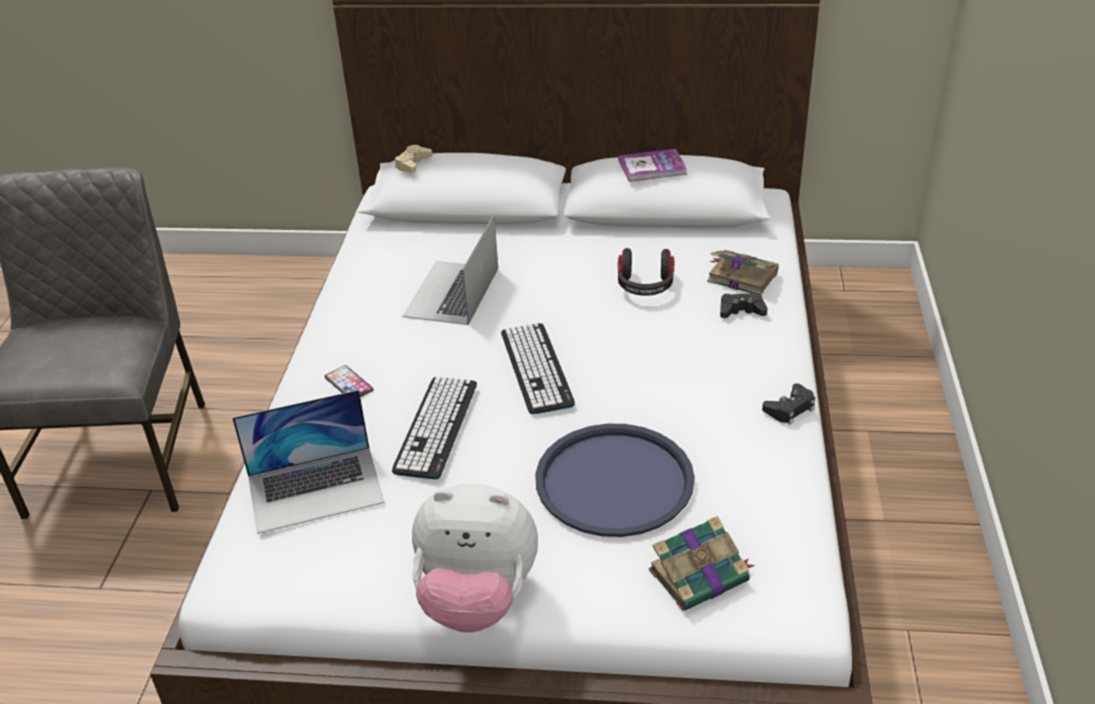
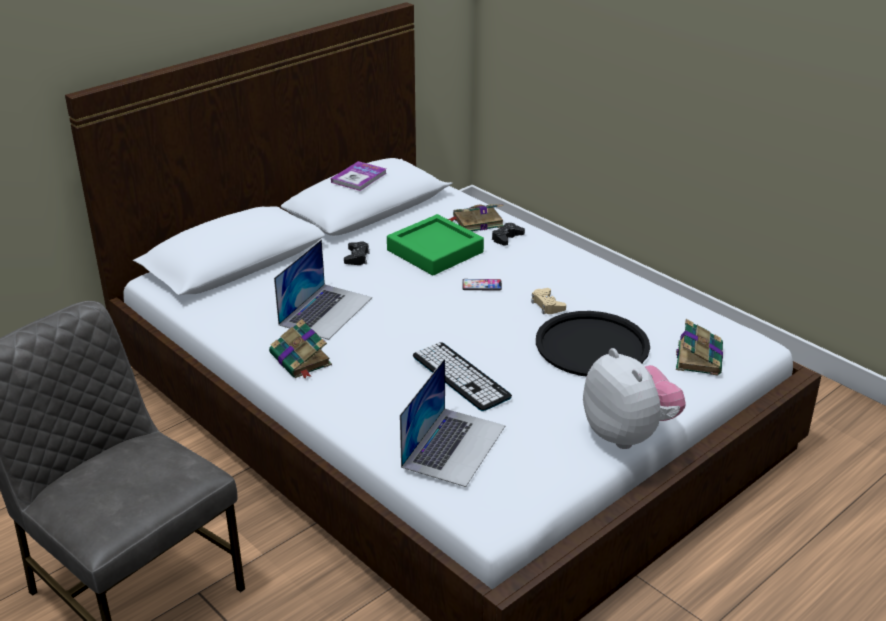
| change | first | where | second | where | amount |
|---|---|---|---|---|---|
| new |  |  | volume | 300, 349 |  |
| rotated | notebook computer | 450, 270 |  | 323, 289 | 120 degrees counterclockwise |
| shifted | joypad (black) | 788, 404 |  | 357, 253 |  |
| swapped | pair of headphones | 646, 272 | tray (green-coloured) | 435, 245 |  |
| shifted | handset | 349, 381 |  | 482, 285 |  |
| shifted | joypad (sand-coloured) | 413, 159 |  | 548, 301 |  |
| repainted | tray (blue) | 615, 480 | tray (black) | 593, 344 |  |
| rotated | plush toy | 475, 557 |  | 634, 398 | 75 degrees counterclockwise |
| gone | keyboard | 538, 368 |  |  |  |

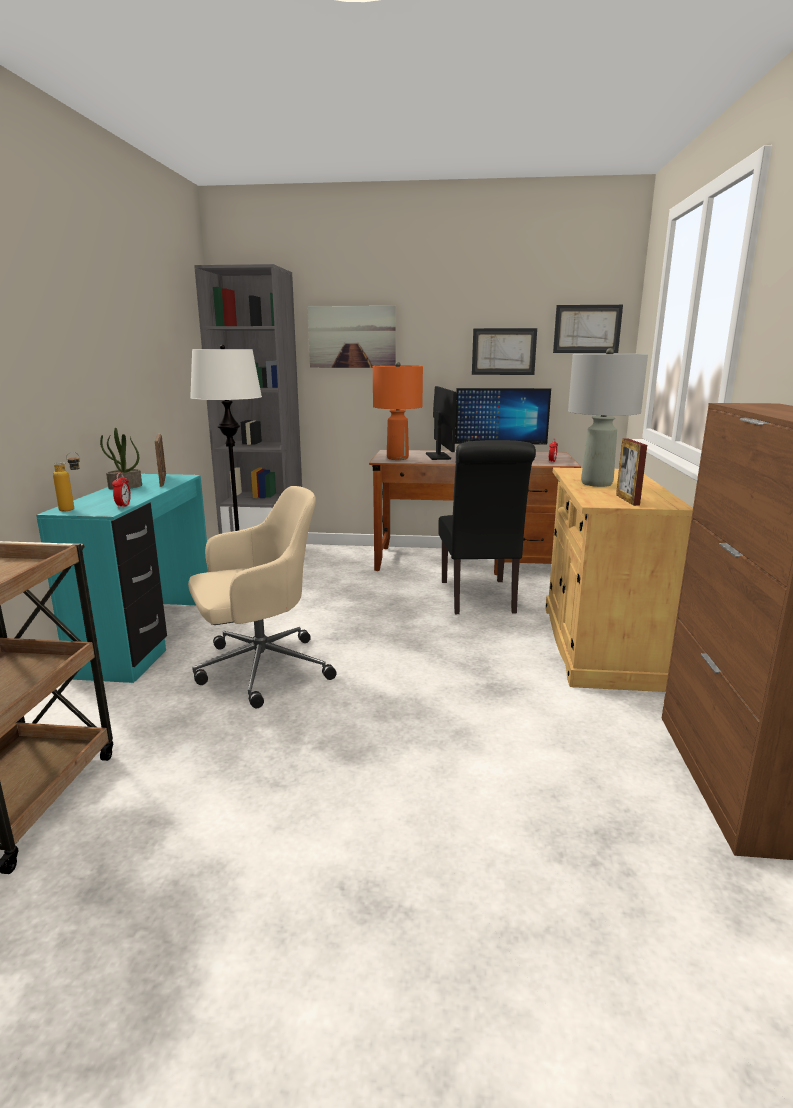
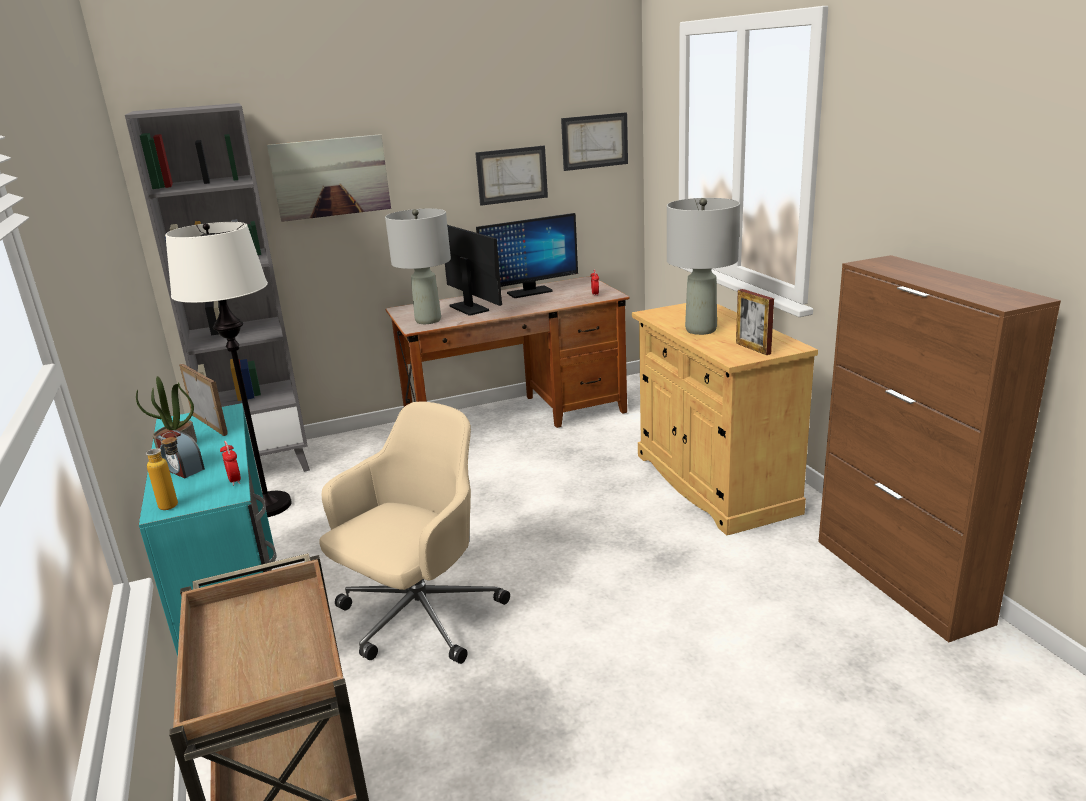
| change | first | where | second | where | amount |
|---|---|---|---|---|---|
| new |  |  | alarm clock | 180, 454 |  |
| repainted | tabletop lamp (orangey) | 398, 411 | tabletop lamp (grey) | 418, 266 |  |
| gone | plain chair (black) | 487, 527 |  |  |  |

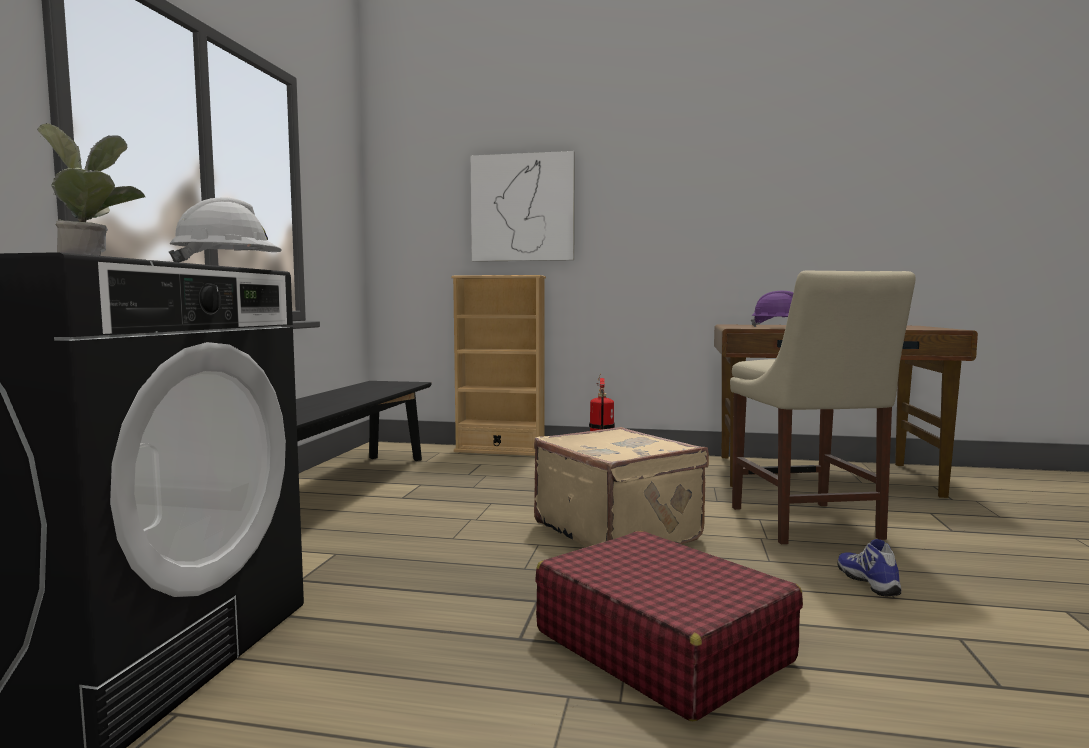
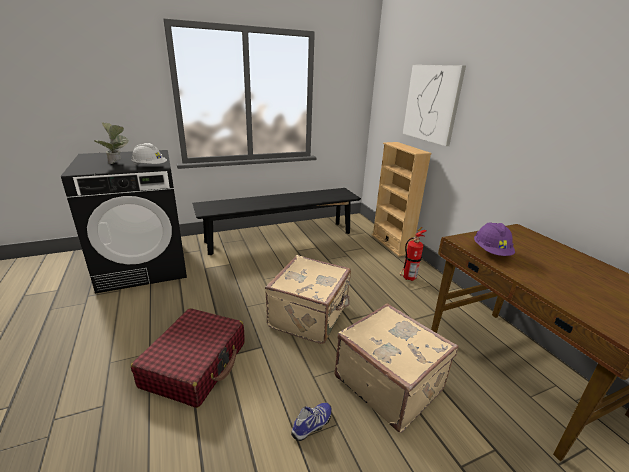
| change | first | where | second | where | amount |
|---|---|---|---|---|---|
| swapped | plain chair (sand-coloured) | 823, 407 | travel case (sand-coloured) | 396, 368 |  |

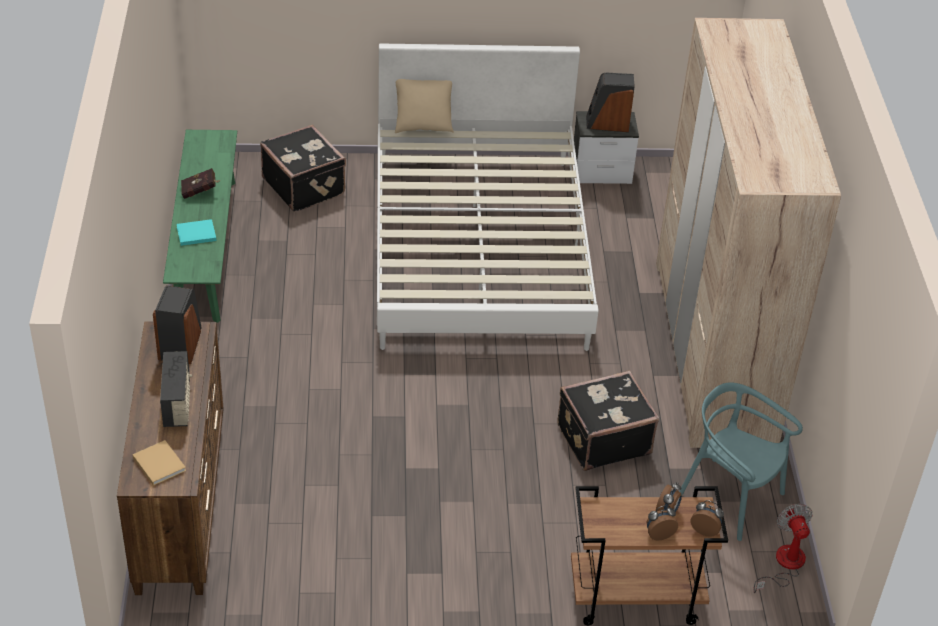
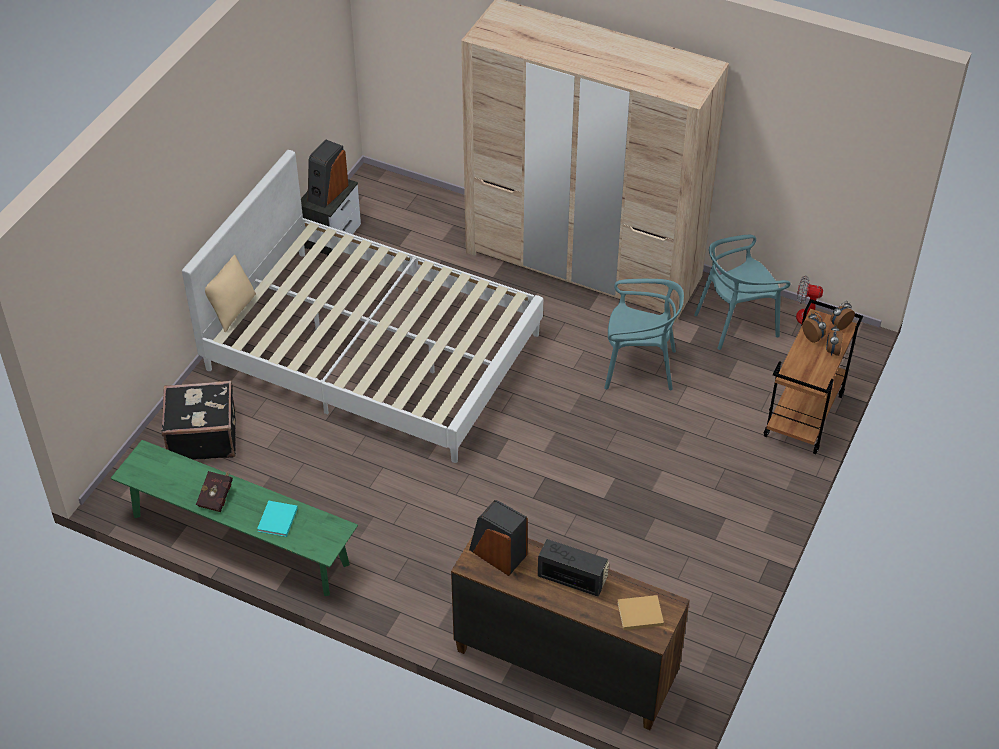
| change | first | where | second | where | amount |
|---|---|---|---|---|---|
| swapped | travel case (black) | 608, 420 | plain chair (turquoise-coloured) | 644, 334 |  |

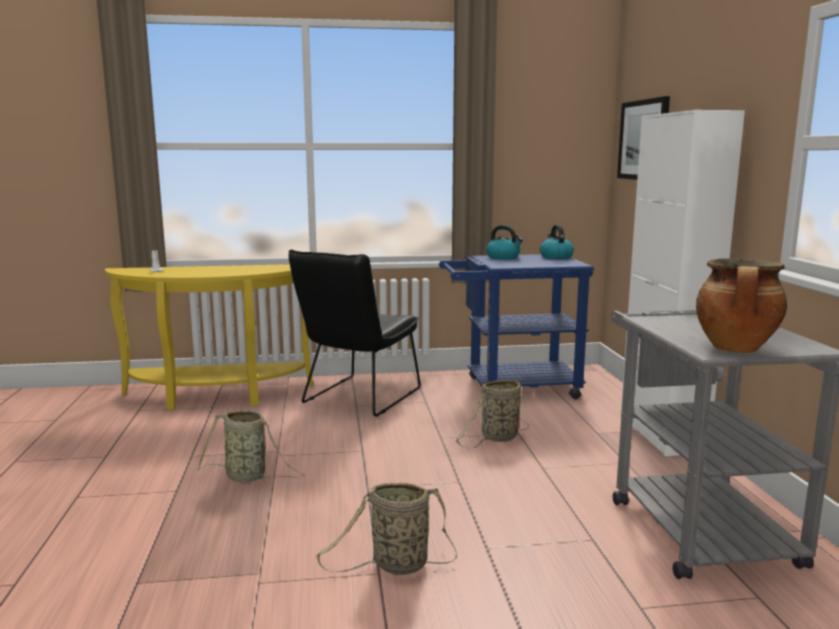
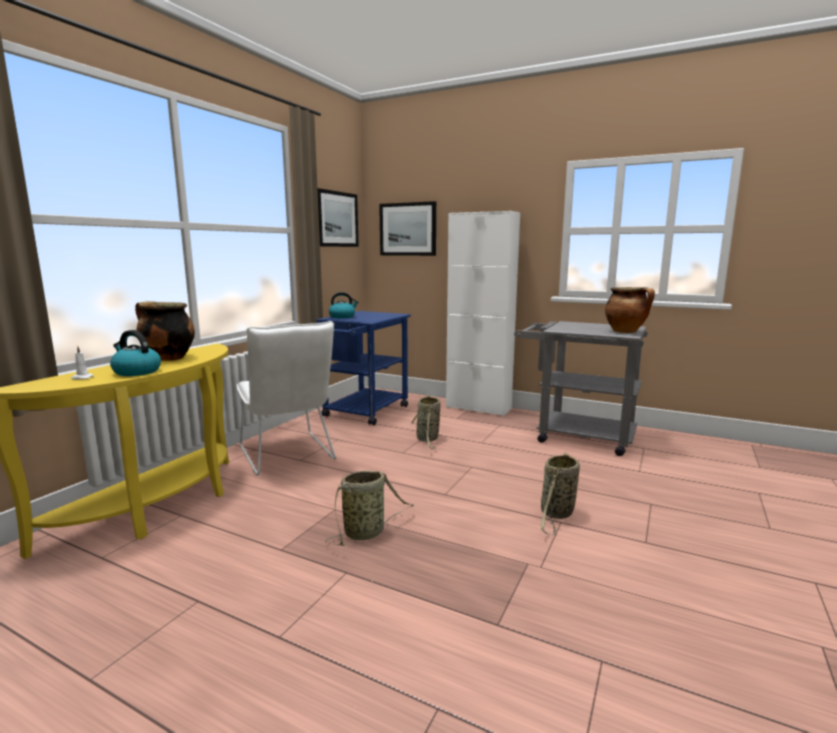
| change | first | where | second | where | amount |
|---|---|---|---|---|---|
| shifted | water kettle | 557, 242 |  | 135, 353 |  |
| new |  |  | stockpot | 165, 331 |  |
| repainted | plain chair (black) | 355, 333 | plain chair (whitish) | 286, 398 |  |
| new |  |  | picture | 338, 217 |  |

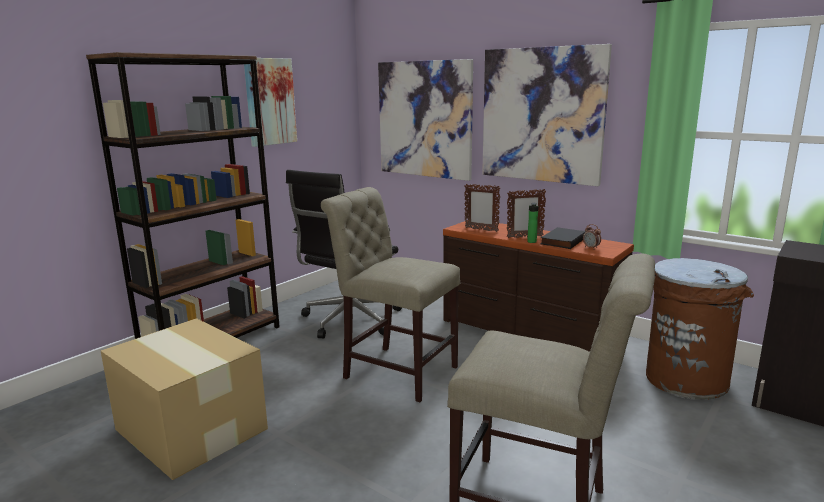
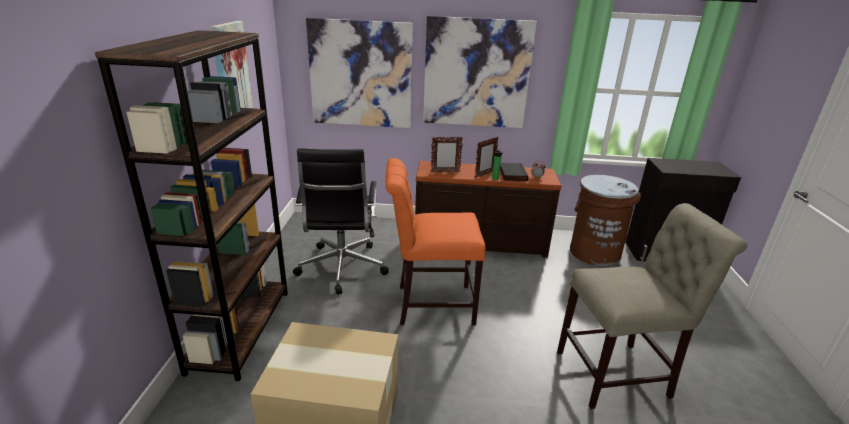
| change | first | where | second | where | amount |
|---|---|---|---|---|---|
| repainted | plain chair (sand-coloured) | 390, 294 | plain chair (orangey) | 436, 241 |  |

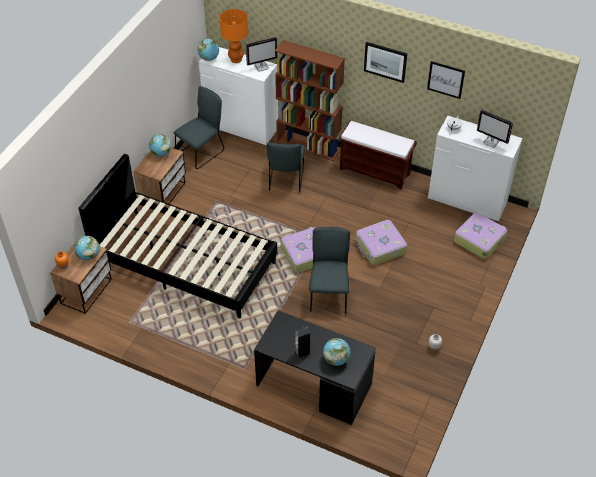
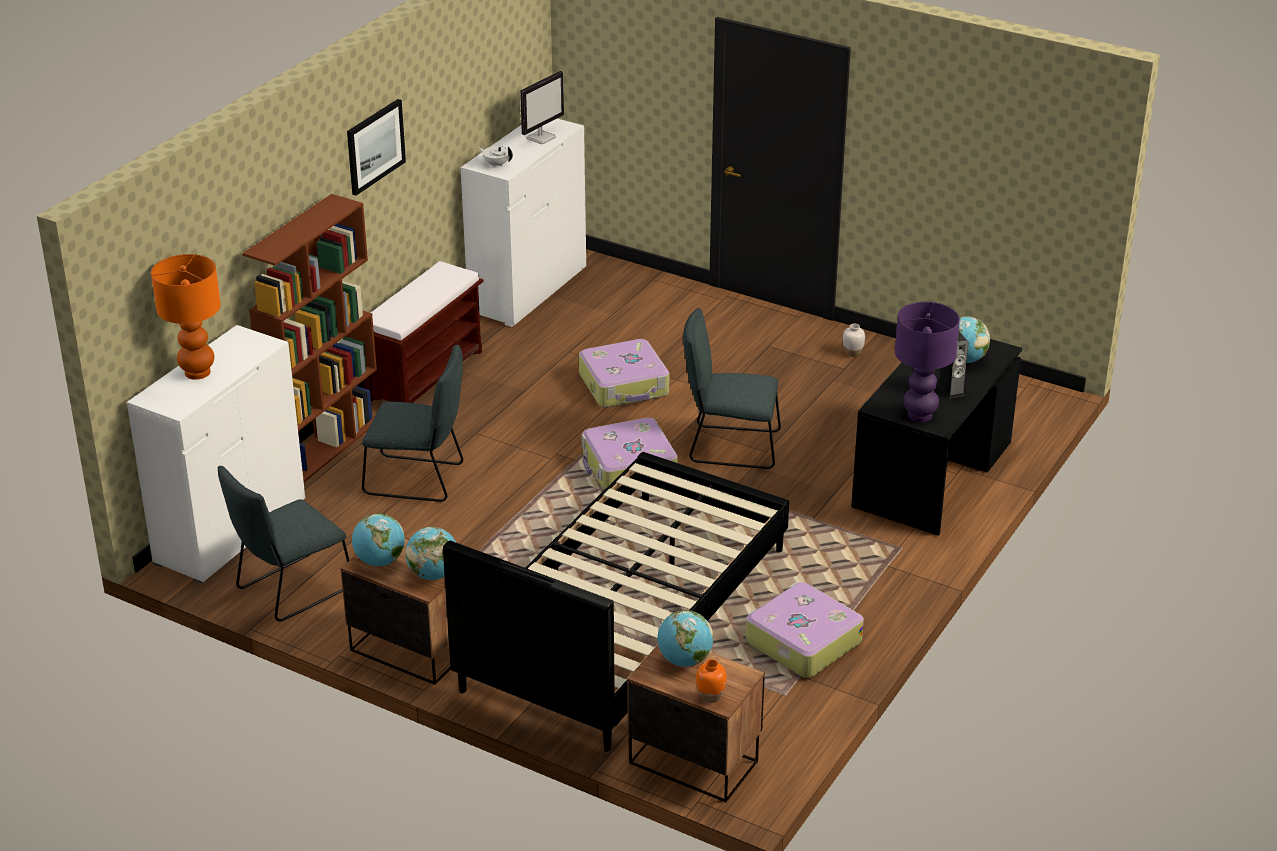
| change | first | where | second | where | amount |
|---|---|---|---|---|---|
| rotated | plain chair (grey) | 199, 127 |  | 283, 544 | 90 degrees counterclockwise |
| shifted | globe | 208, 50 |  | 430, 553 |  |
| shifted | travel case | 480, 235 |  | 805, 630 |  |
| new |  |  | tabletop lamp (purple-coloured) | 927, 362 |  |
| gone | computer display | 261, 54 |  |  |  |
| gone | picture | 446, 80 |  |  |  |

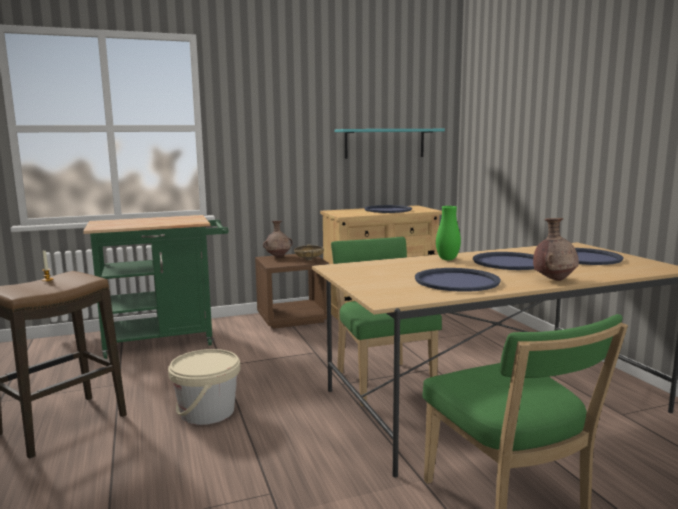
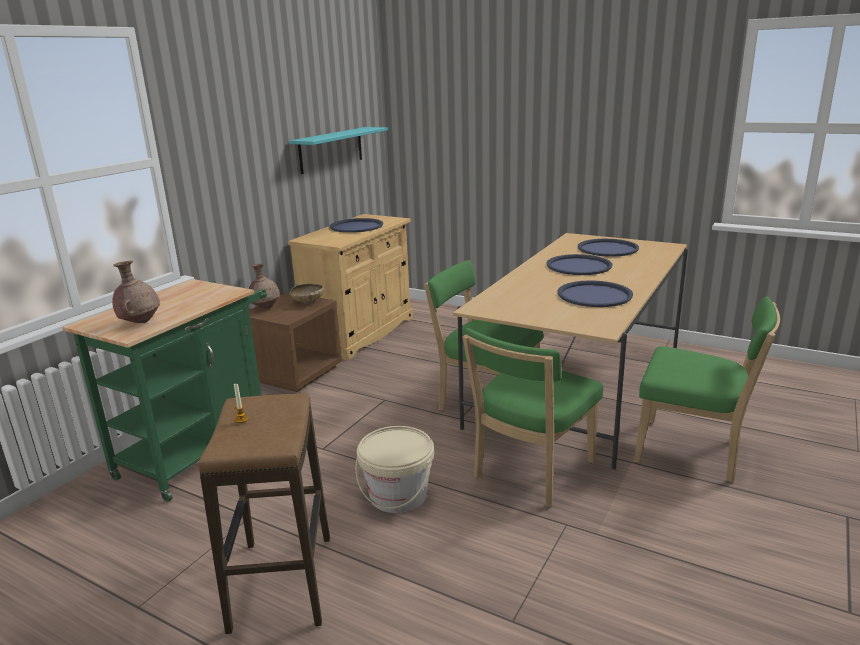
| change | first | where | second | where | amount |
|---|---|---|---|---|---|
| shifted | vase (brownish) | 556, 249 |  | 136, 292 |  |
| new |  |  | plain chair (green-coloured) | 533, 417 |  |
| gone | vase (green-coloured) | 448, 233 |  |  |  |

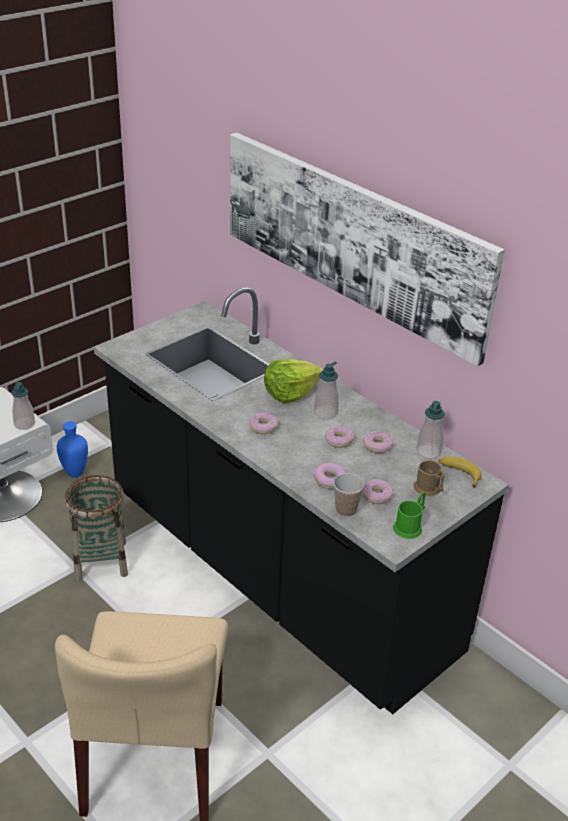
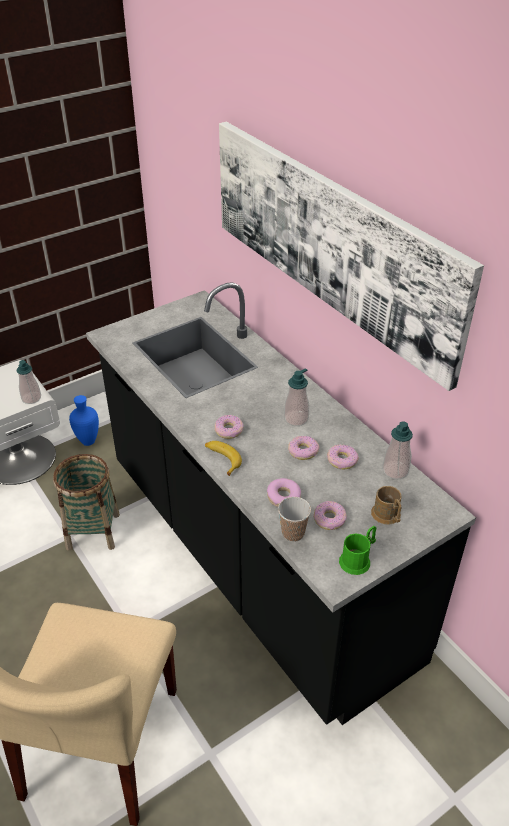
| change | first | where | second | where | amount |
|---|---|---|---|---|---|
| shifted | whole banana | 460, 472 |  | 223, 458 |  |
| gone | lettuce | 293, 381 |  |  |  |

